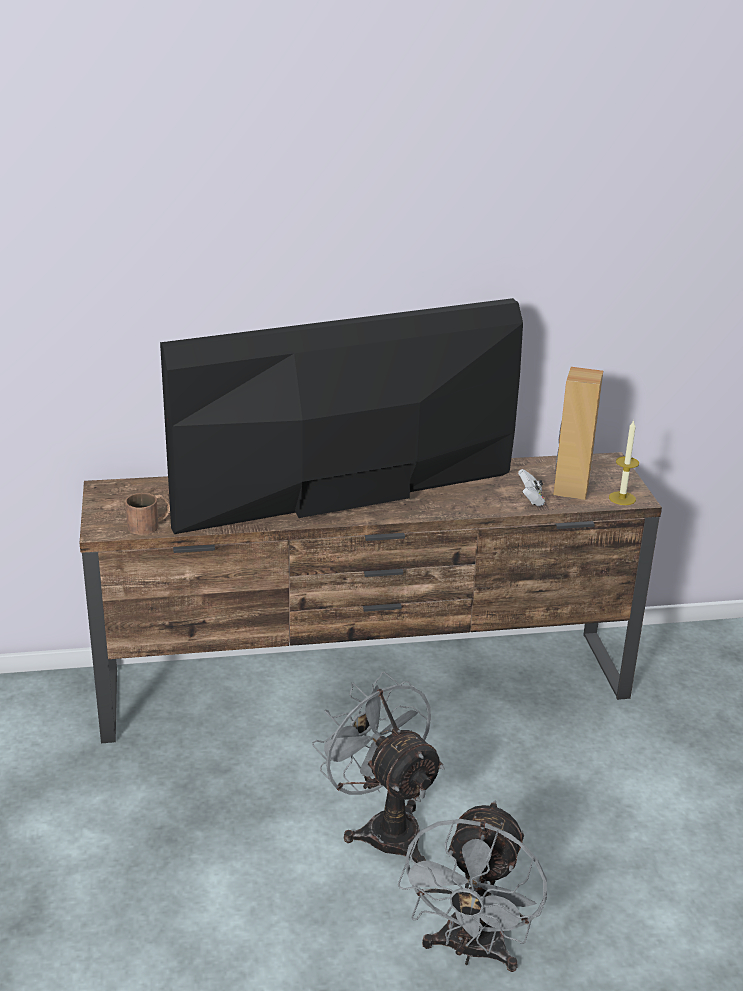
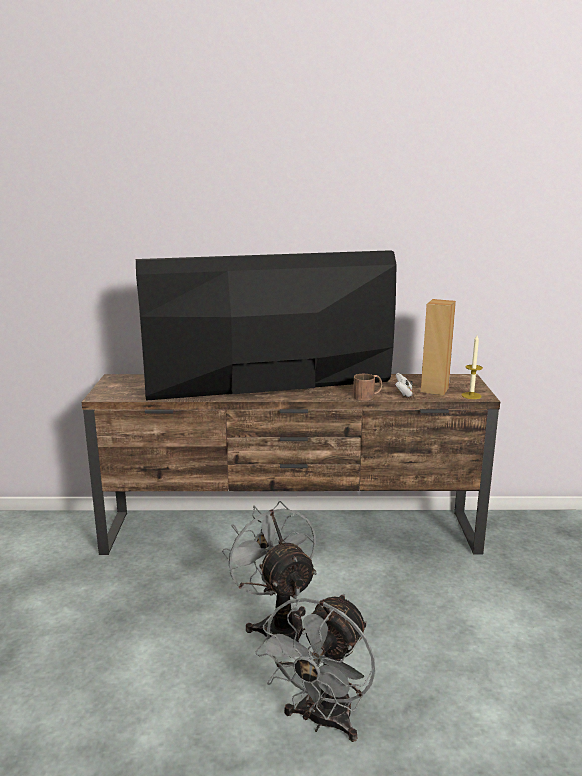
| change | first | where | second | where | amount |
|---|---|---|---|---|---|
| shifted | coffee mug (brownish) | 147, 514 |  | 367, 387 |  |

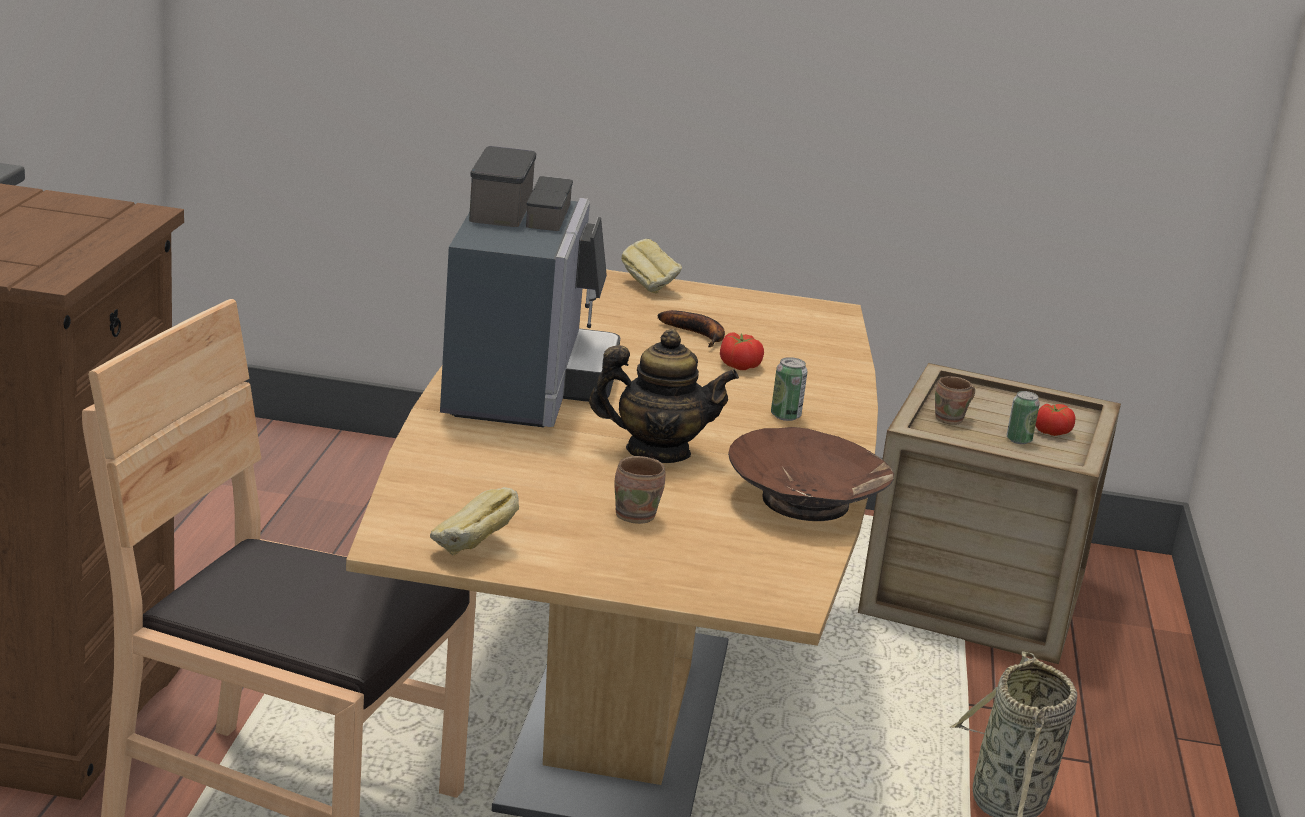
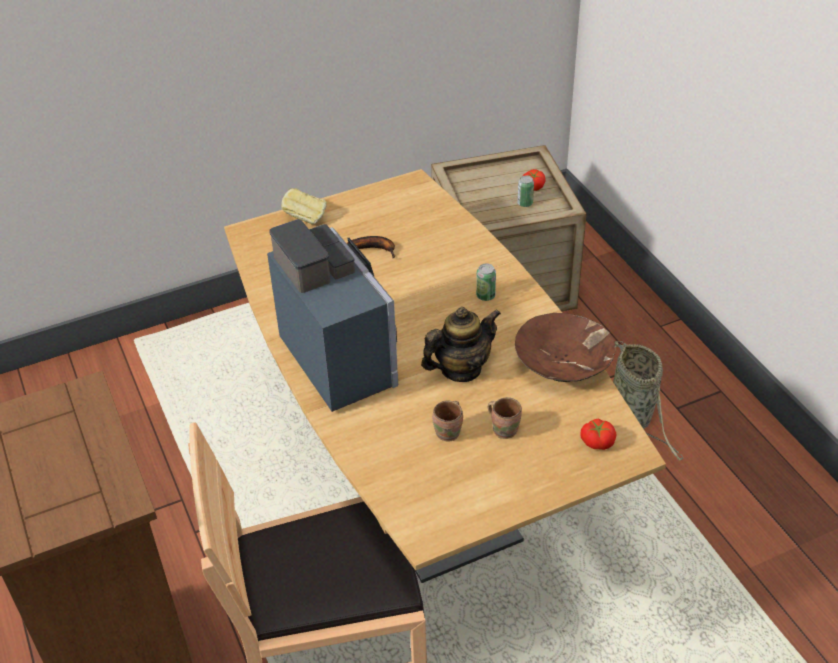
| change | first | where | second | where | amount |
|---|---|---|---|---|---|
| shifted | coffee mug (brownish) | 955, 400 |  | 447, 421 |  |
| shifted | whole tomato | 742, 351 |  | 598, 434 |  |
| gone | bakery bread | 474, 521 |  |  |  |

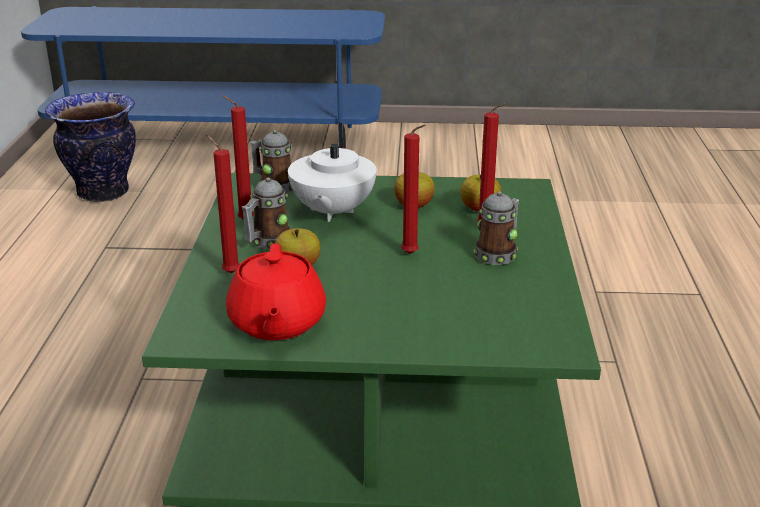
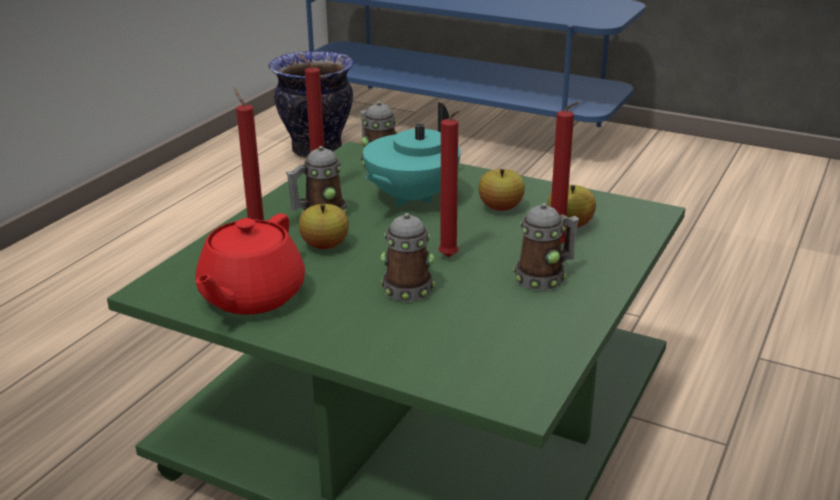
| change | first | where | second | where | amount |
|---|---|---|---|---|---|
| repainted | pot for tea (whitish) | 332, 172 | pot for tea (turquoise-coloured) | 412, 154 |  |
| new |  |  | coffee mug | 408, 257 |  |

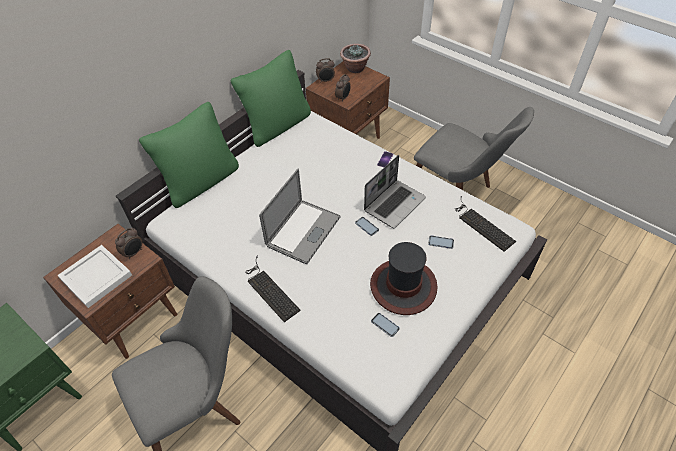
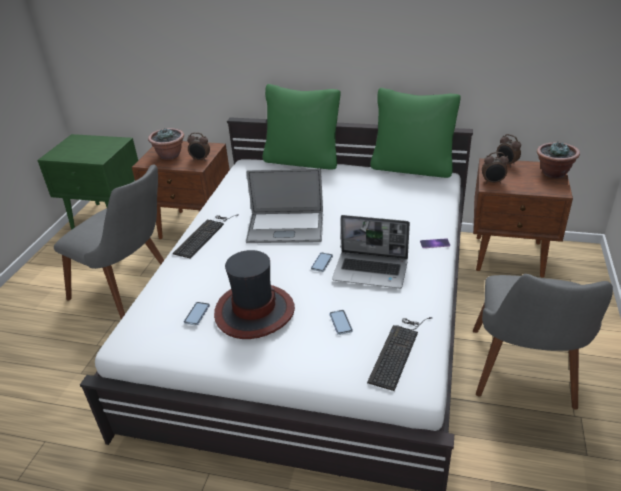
| change | first | where | second | where | amount |
|---|---|---|---|---|---|
| swapped | tray (whitish) | 94, 276 | houseplant | 166, 144 |  |

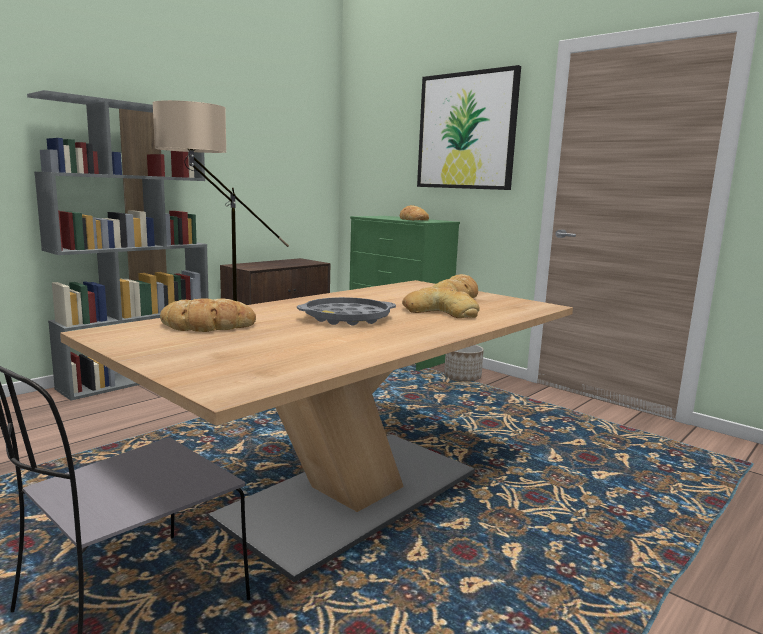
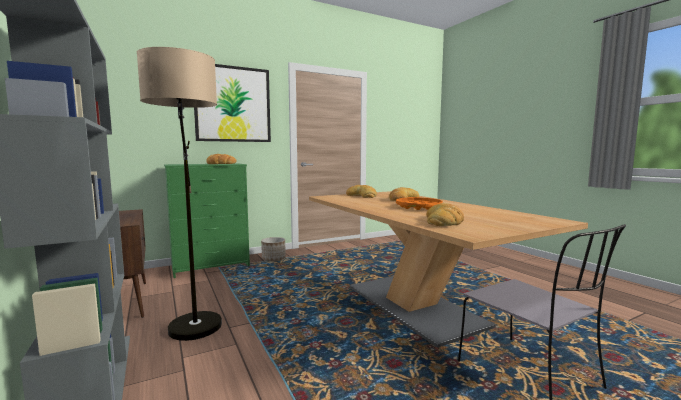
| change | first | where | second | where | amount |
|---|---|---|---|---|---|
| repainted | tray (grey) | 346, 311 | tray (orangey) | 419, 203 |  |

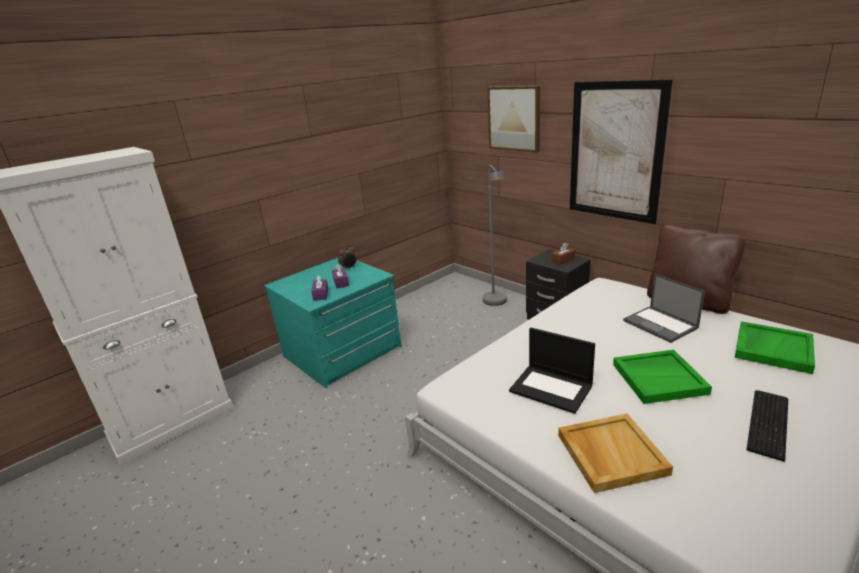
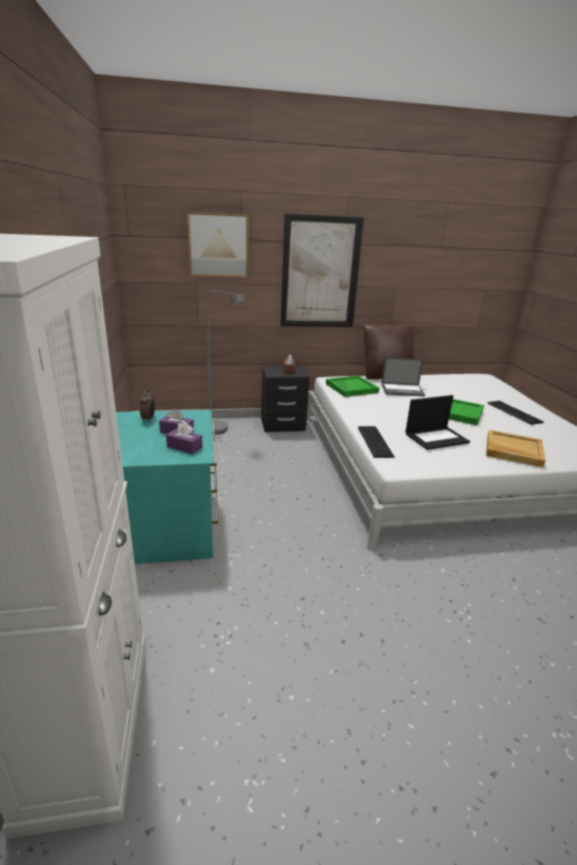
| change | first | where | second | where | amount |
|---|---|---|---|---|---|
| shifted | tray (green-coloured) | 775, 347 |  | 352, 386 |  |
| new |  |  | keyboard | 376, 442 |  |

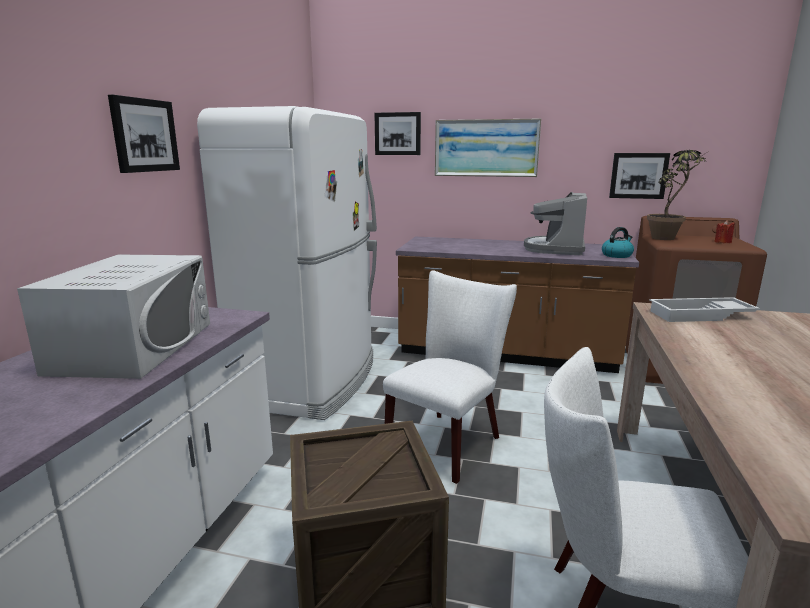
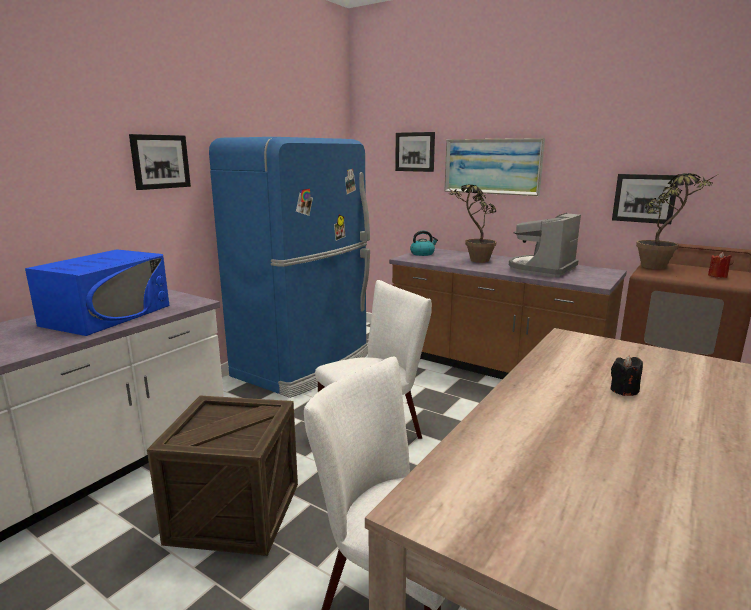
| change | first | where | second | where | amount |
|---|---|---|---|---|---|
| repainted | microwave oven (whitish) | 113, 317 | microwave oven (blue) | 97, 292 |  |
| repainted | fridge (whitish) | 287, 263 | fridge (blue) | 289, 267 |  |
| shifted | water kettle | 618, 242 |  | 424, 243 |  |
| new |  |  | houseplant | 471, 224 |  |
| new |  |  | candle (black) | 626, 376 |  |
| gone | tray (whitish) | 704, 309 |  |  |  |

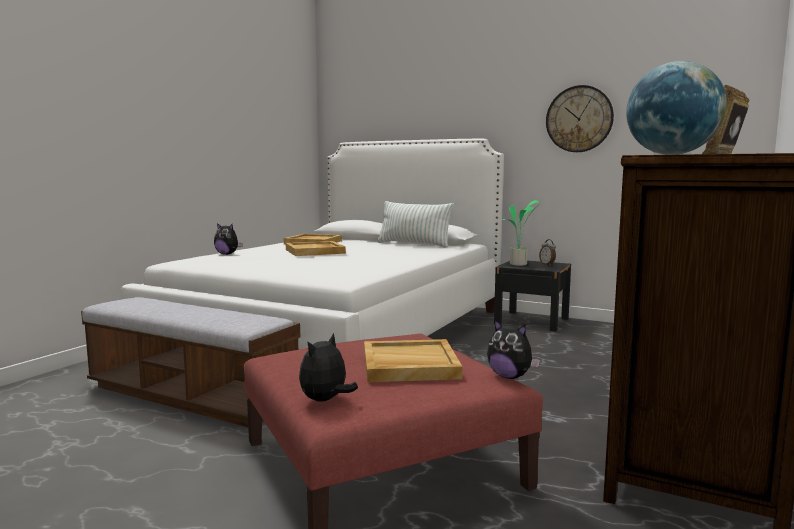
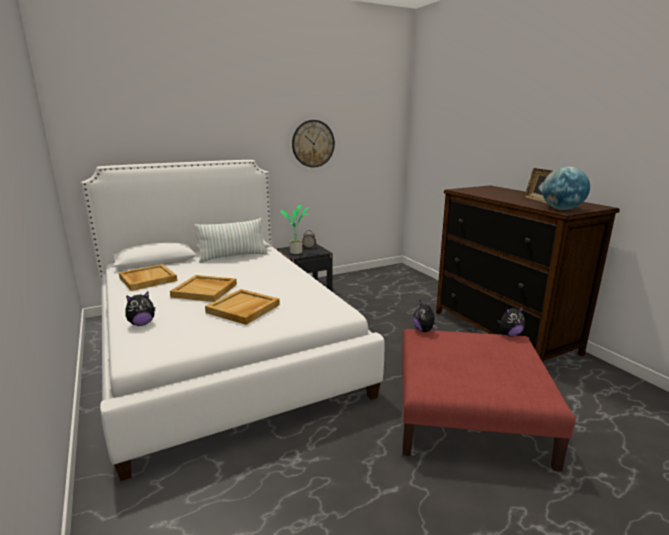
| change | first | where | second | where | amount |
|---|---|---|---|---|---|
| shifted | tray (sand-coloured) | 413, 360 |  | 242, 307 |  |
| shifted | plush toy | 328, 367 |  | 425, 316 |  |
| gone | indoor bench | 191, 362 |  |  |  |

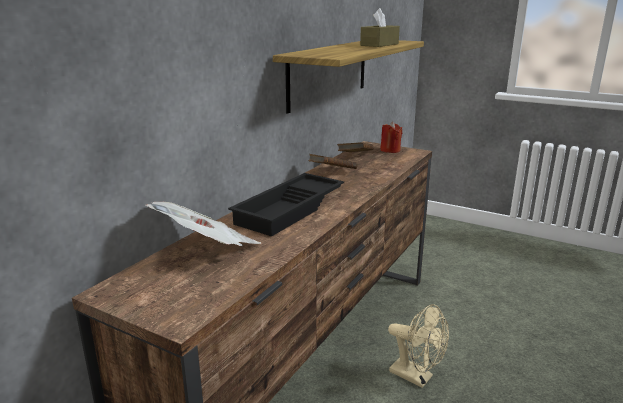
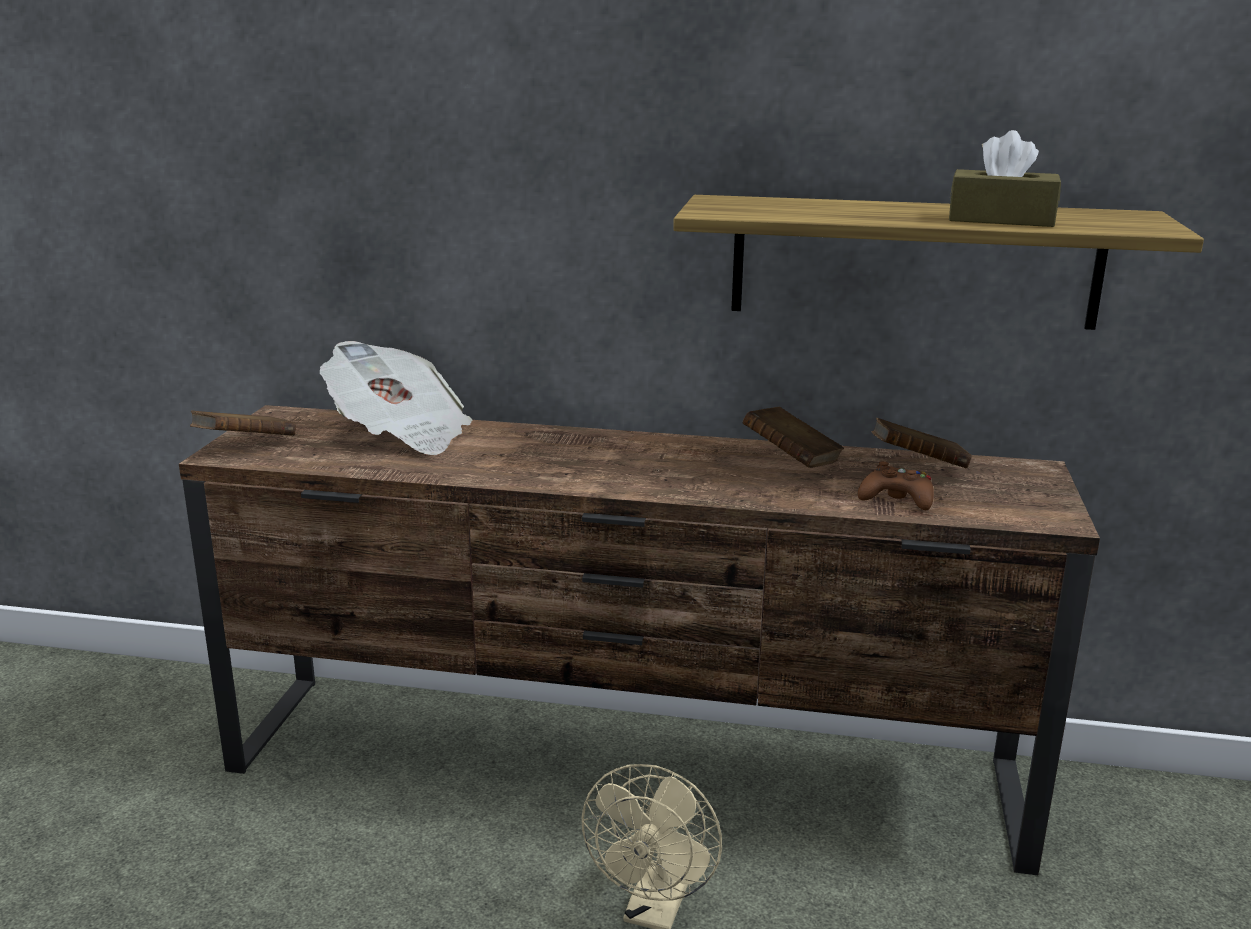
| change | first | where | second | where | amount |
|---|---|---|---|---|---|
| new |  |  | volume (brownish) | 243, 423 |  |
| new |  |  | joypad (brownish) | 896, 485 |  |
| gone | tray (black) | 286, 204 |  |  |  |
| gone | candle (red) | 391, 137 |  |  |  |

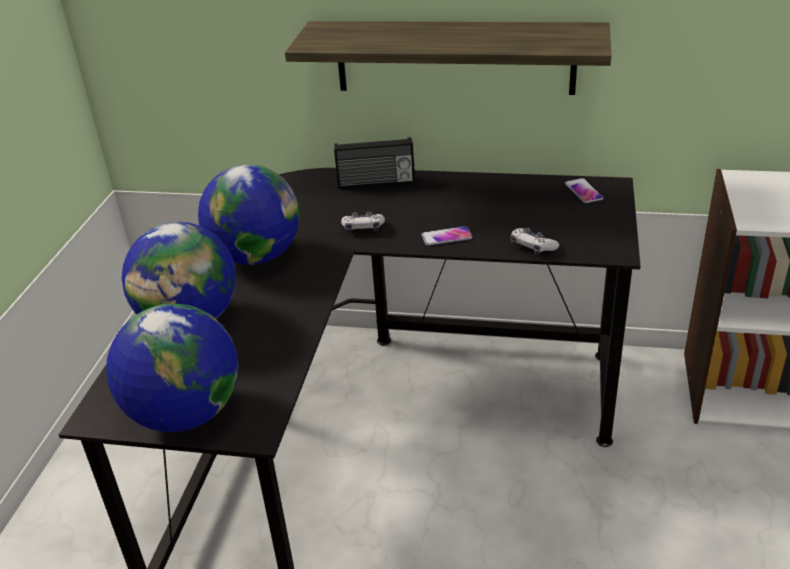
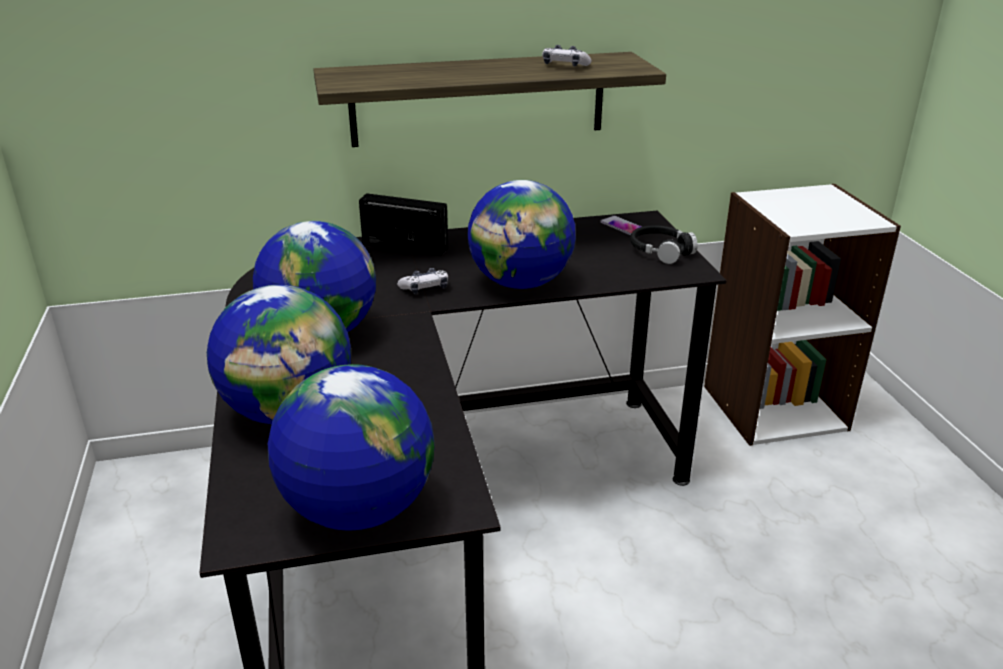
| change | first | where | second | where | amount |
|---|---|---|---|---|---|
| rotated | radio | 374, 163 |  | 403, 224 | 135 degrees counterclockwise |
| swapped | handset | 446, 235 | globe | 521, 234 |  |
| shifted | joypad | 535, 241 |  | 567, 56 |  |
| new |  |  | pair of headphones (black) | 664, 244 |  |

